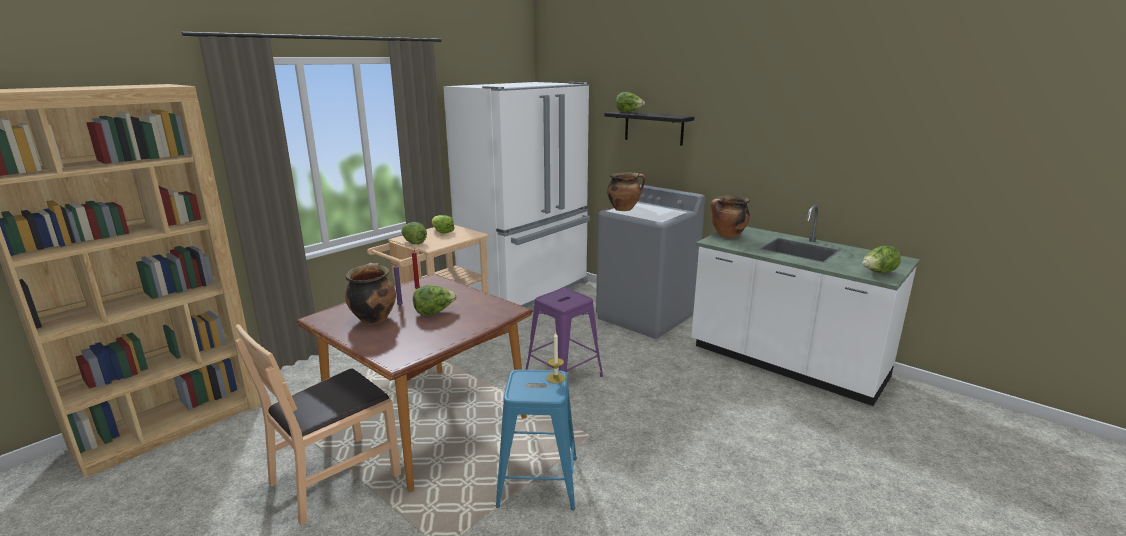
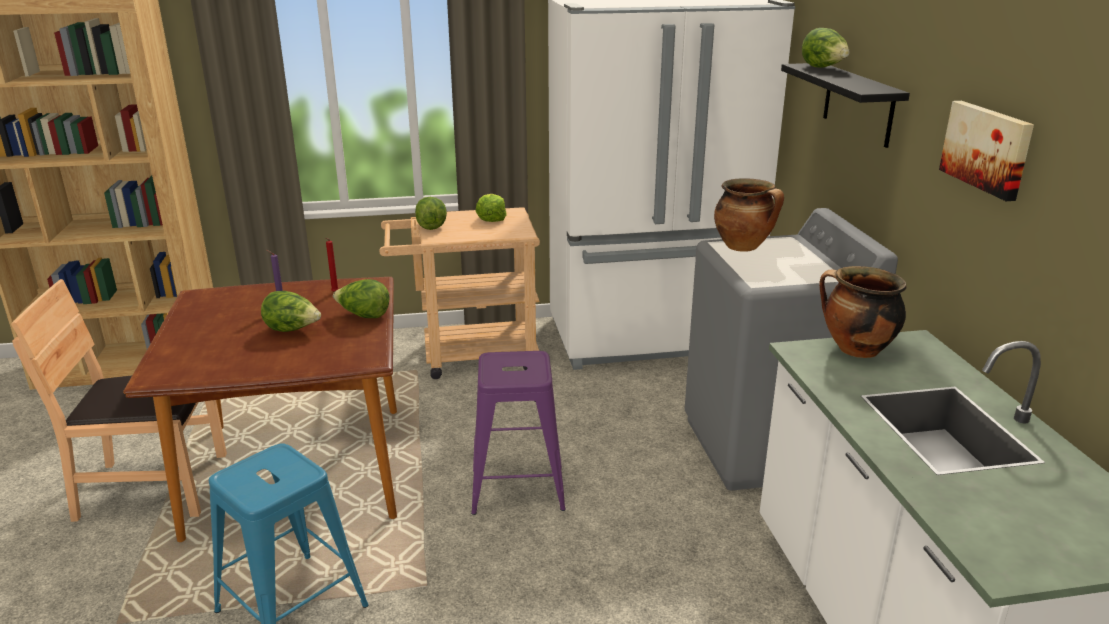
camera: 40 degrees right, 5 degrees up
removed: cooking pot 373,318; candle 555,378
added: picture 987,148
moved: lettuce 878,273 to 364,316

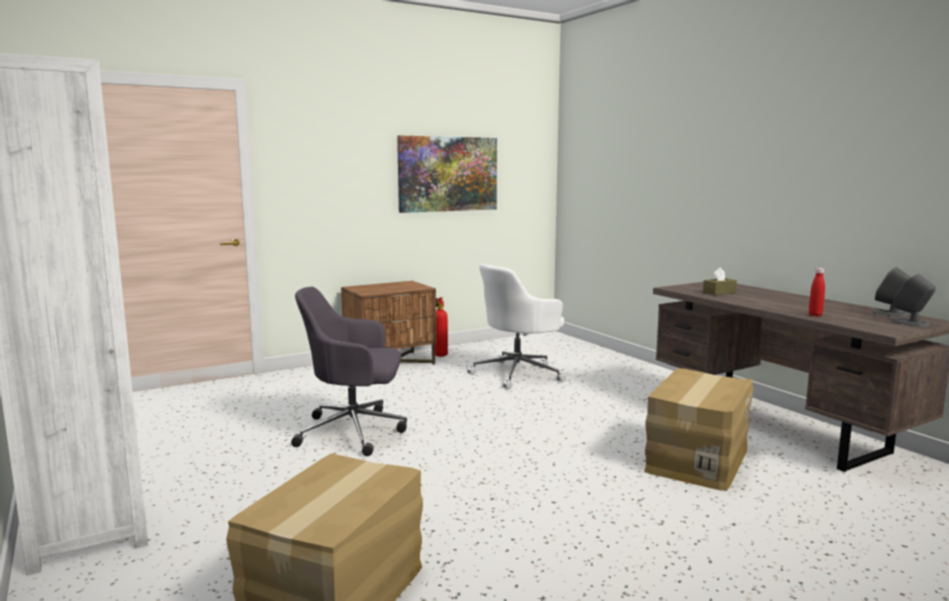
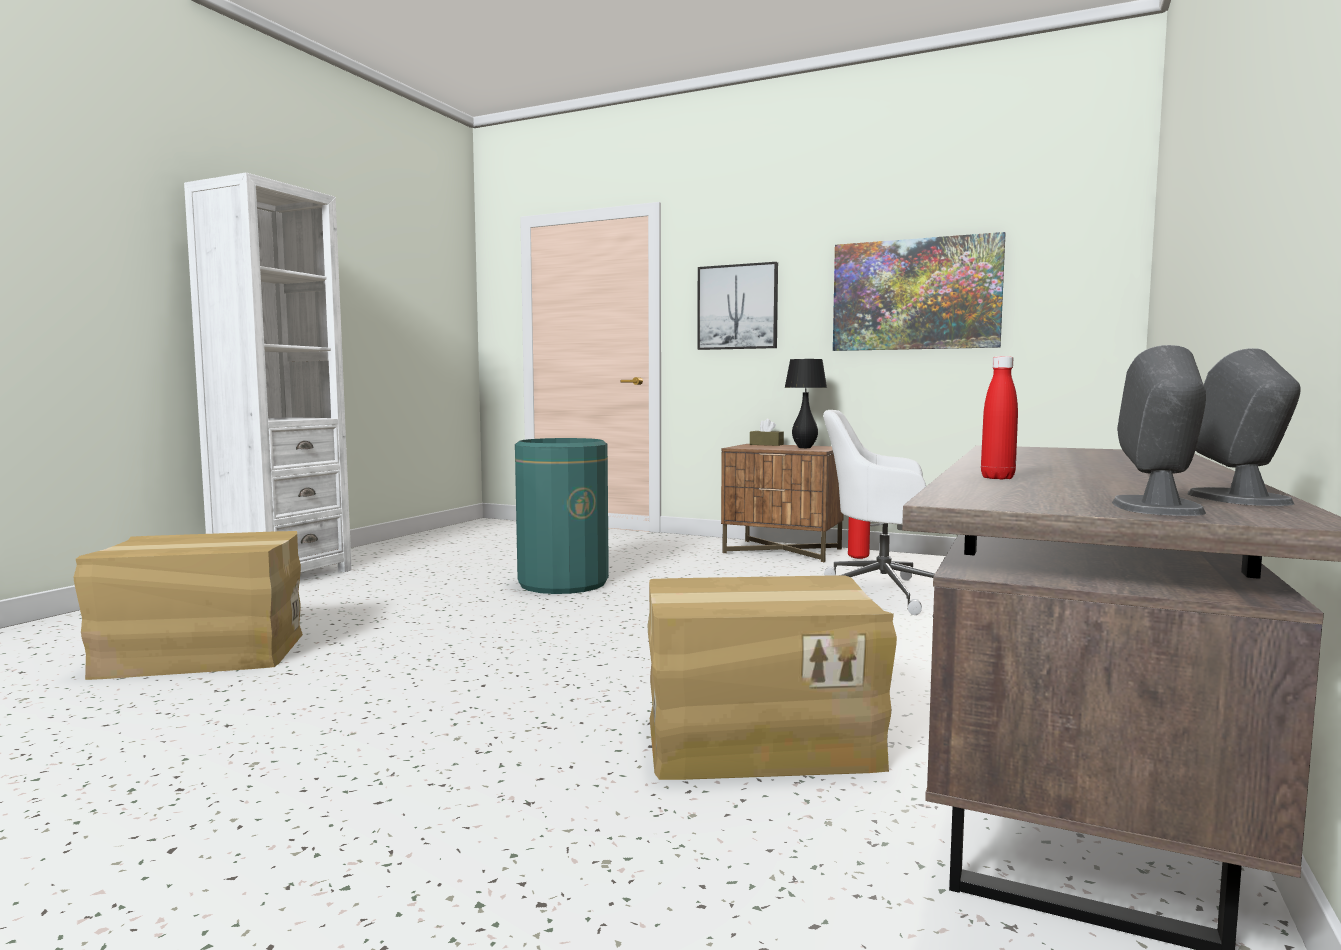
camera: 55 degrees right, 5 degrees down
added: picture 737,307; table lamp (black) 804,448
moved: tissue box (brown) 719,292 to 766,444
replaced: office chair (grey) 354,432 to trash can (green) 563,583

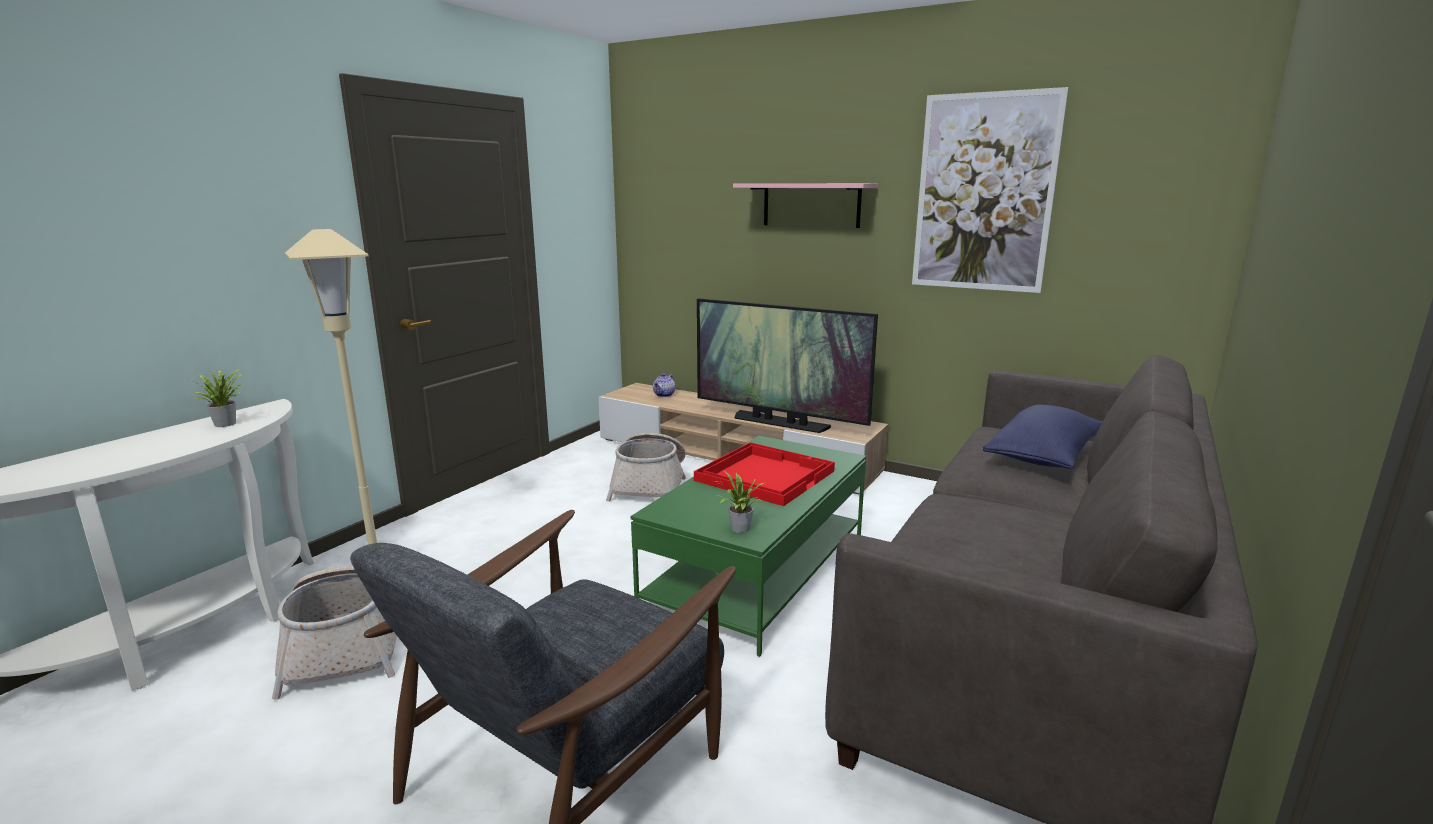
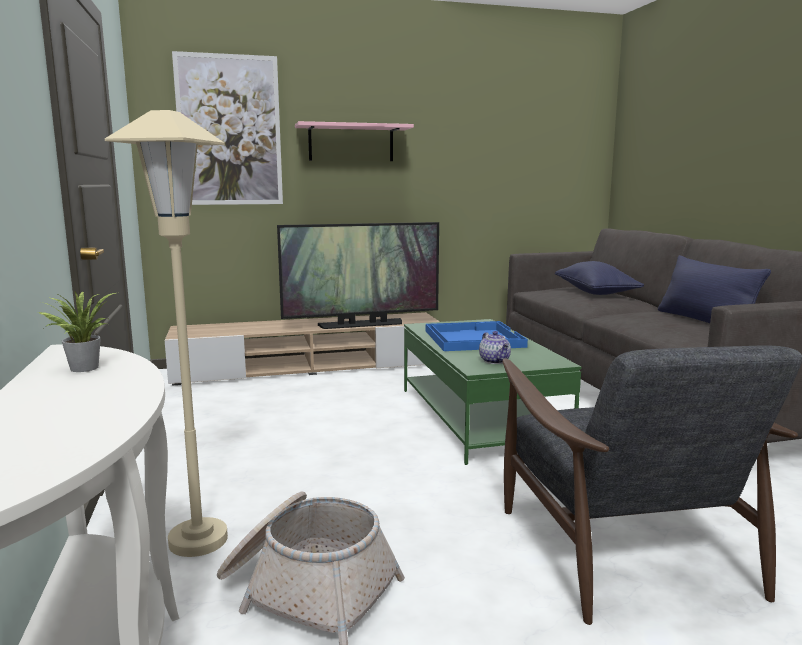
camera: 45 degrees left, 5 degrees down
removed: basket 650,485; potted plant 738,529
added: pillow (blue) 704,321
moved: teapot 664,395 to 495,361; picture 984,193 to 229,131
recoloured: tray (red) 764,475 to tray (blue) 472,338

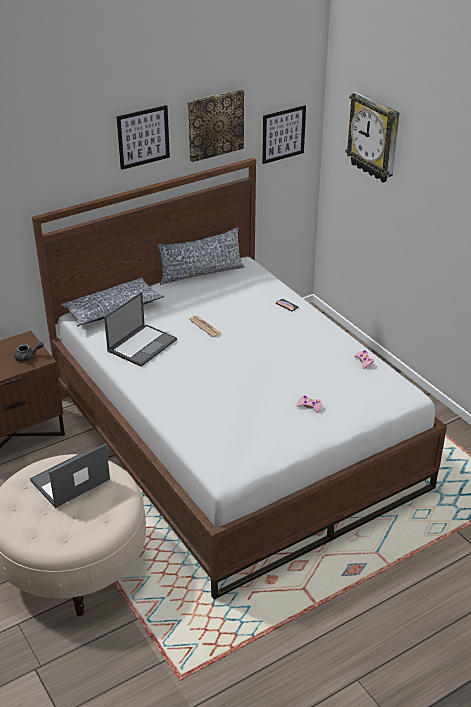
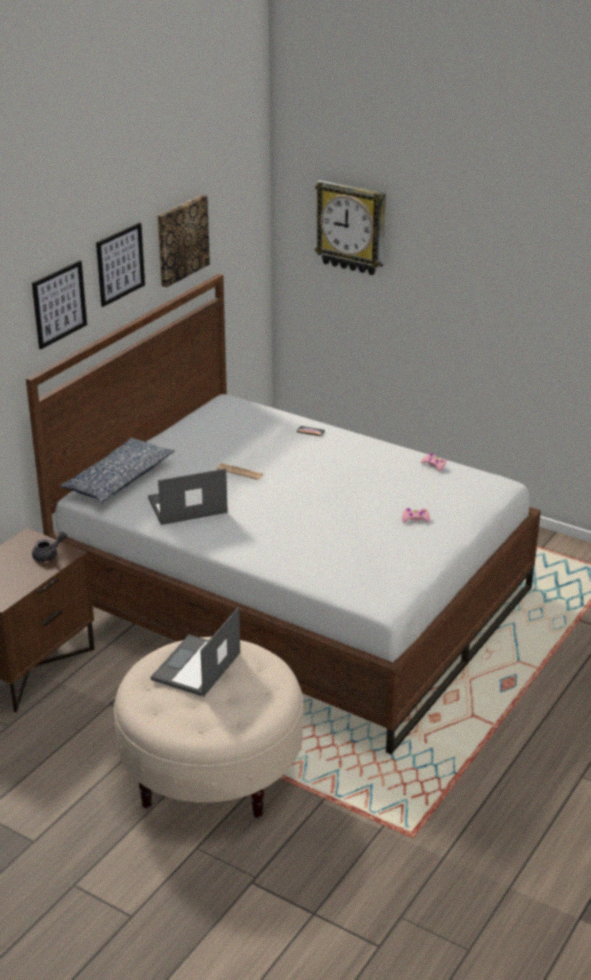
camera: 25 degrees left, 5 degrees down
removed: pillow 200,273
moved: picture 283,134 to 59,304
turned: laptop 142,345 = 186,506 120 degrees counterclockwise

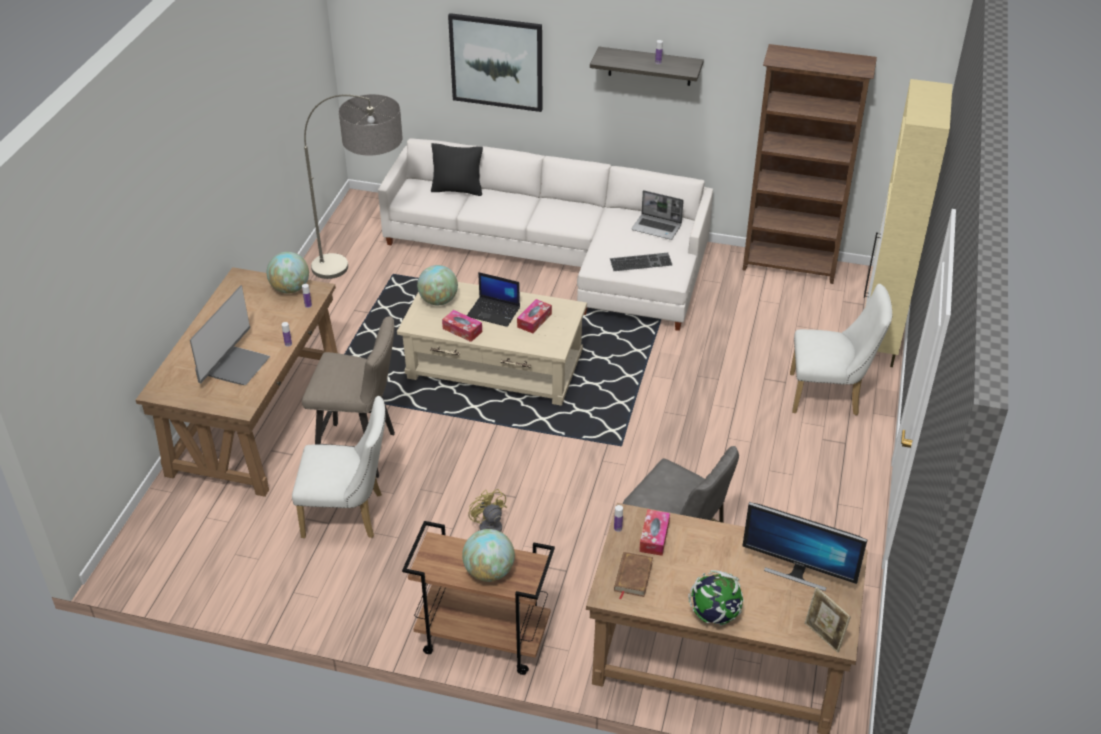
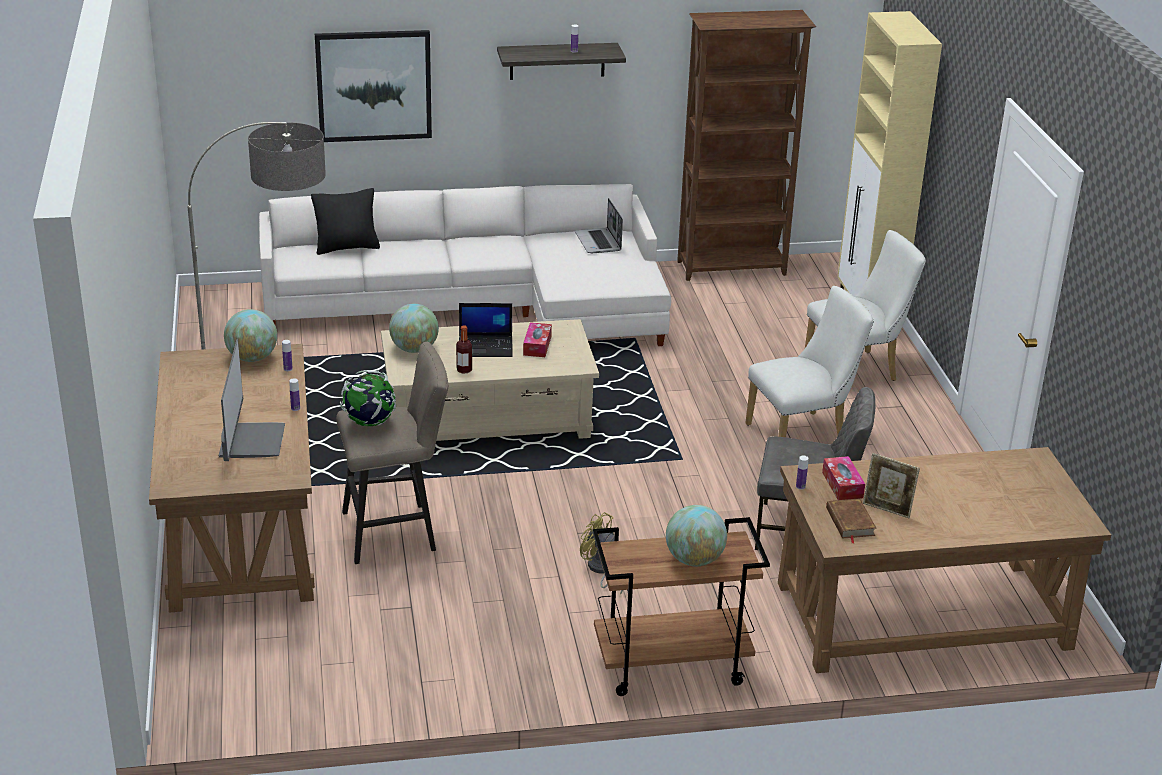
camera: 25 degrees left, 10 degrees down
removed: keyboard 641,261; monitor 797,572
moved: chair (white) 349,515 to 802,434; globe 714,615 to 369,422; picture frame 823,636 to 887,510
replaced: tissue box 462,330 to bottle 464,370
turned: laptop 657,227 = 599,242 75 degrees clockwise

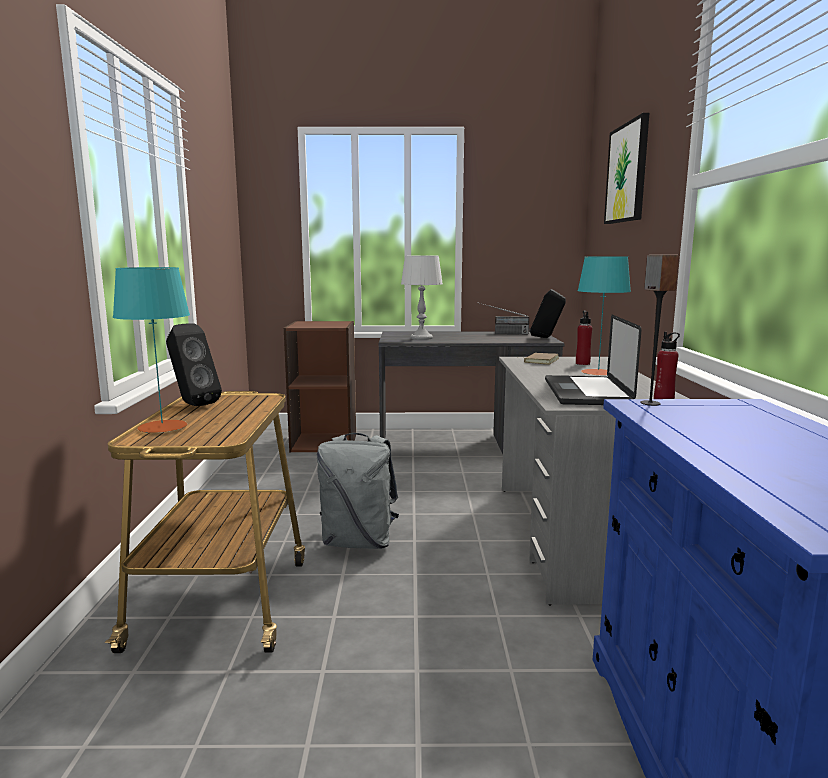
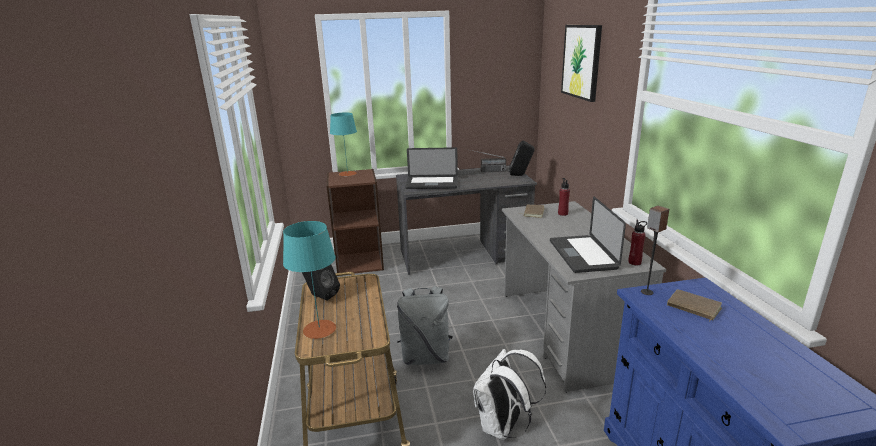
camera: 10 degrees left, 10 degrees up
added: backpack (white) 503,427; book (brown) 693,307
moved: table lamp (turquoise) 598,372 to 347,173
replaced: table lamp (grey) 421,338 to laptop 432,184

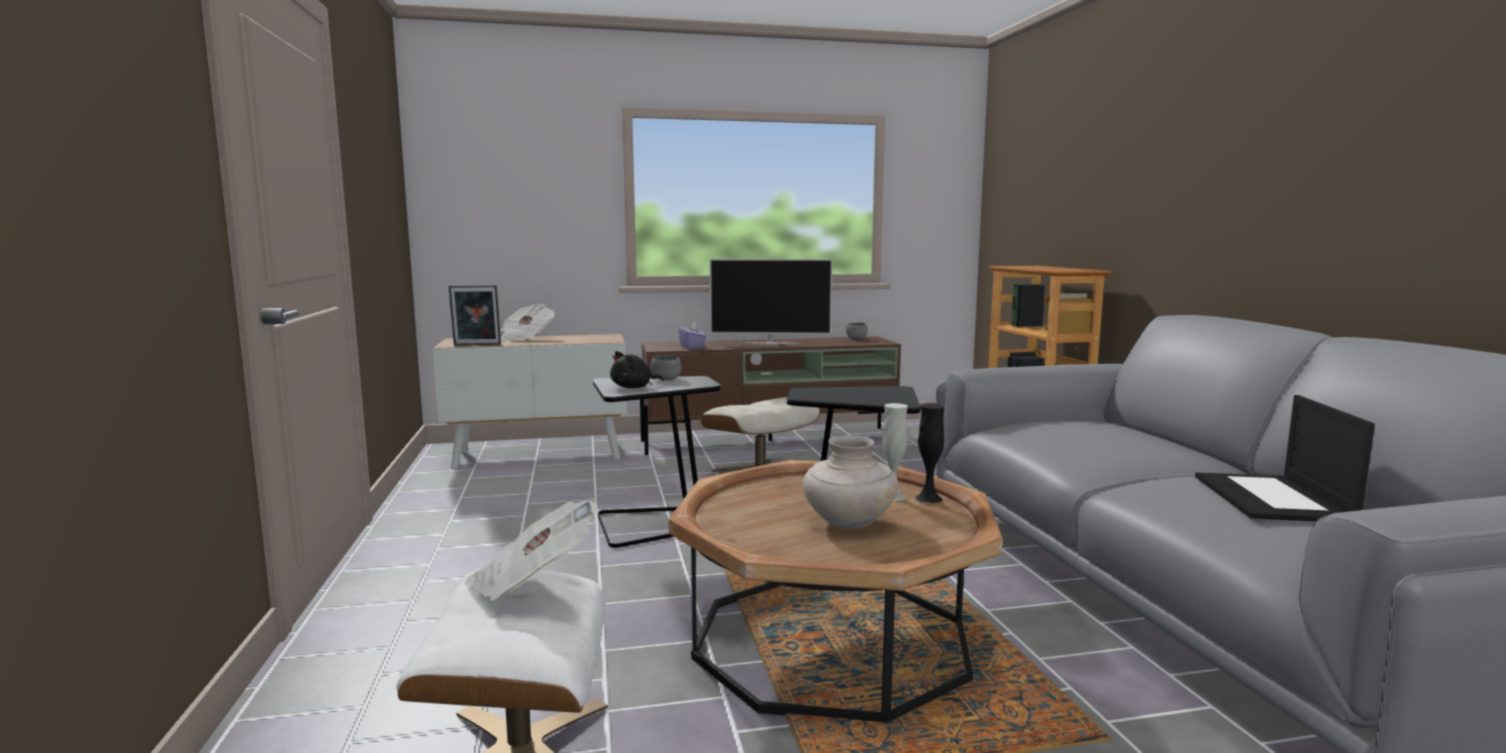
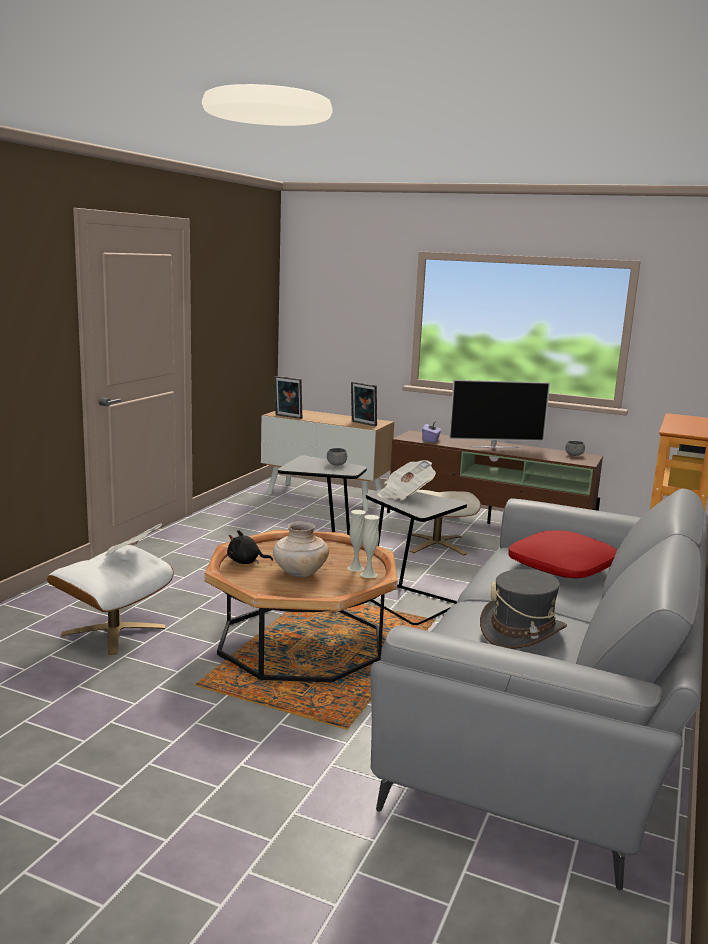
camera: 35 degrees right, 5 degrees up
added: picture frame 362,424; pillow (red) 562,567
moved: newspaper 525,338 to 404,494; plush toy (black) 634,387 to 246,562
replaced: laptop 1273,499 to hat (grey) 522,632
recoloured: vase (black) 928,498 to vase (white) 368,574
turned: television 770,343 = 494,447 45 degrees counterclockwise

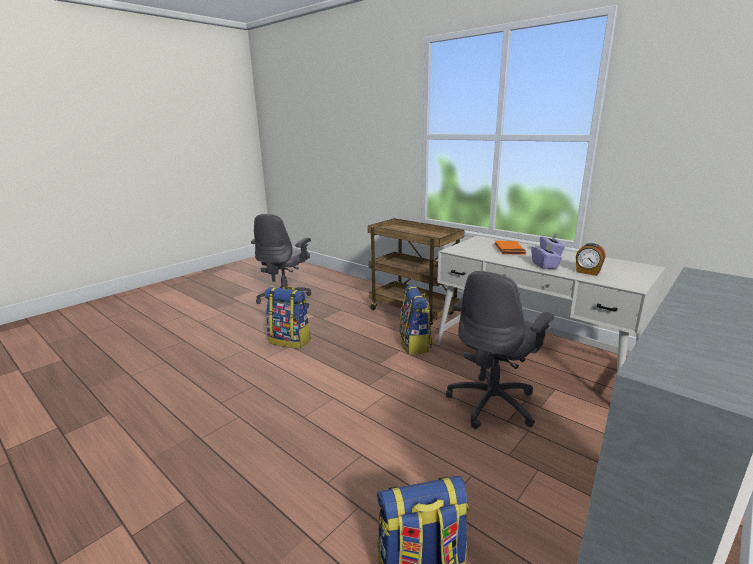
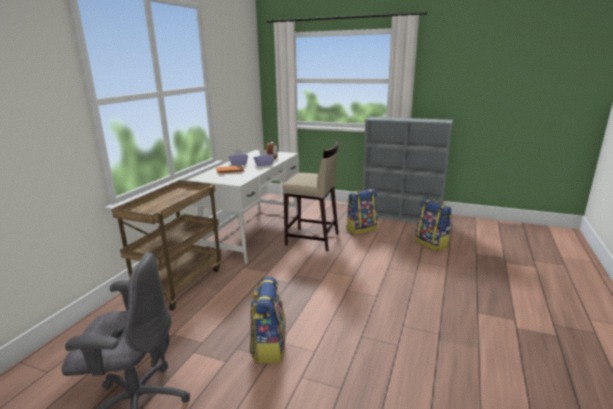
camera: 110 degrees left, 0 degrees up
moved: backpack 415,344 to 361,229
replaced: office chair (grey) 493,403 to stool (beige) 312,239

